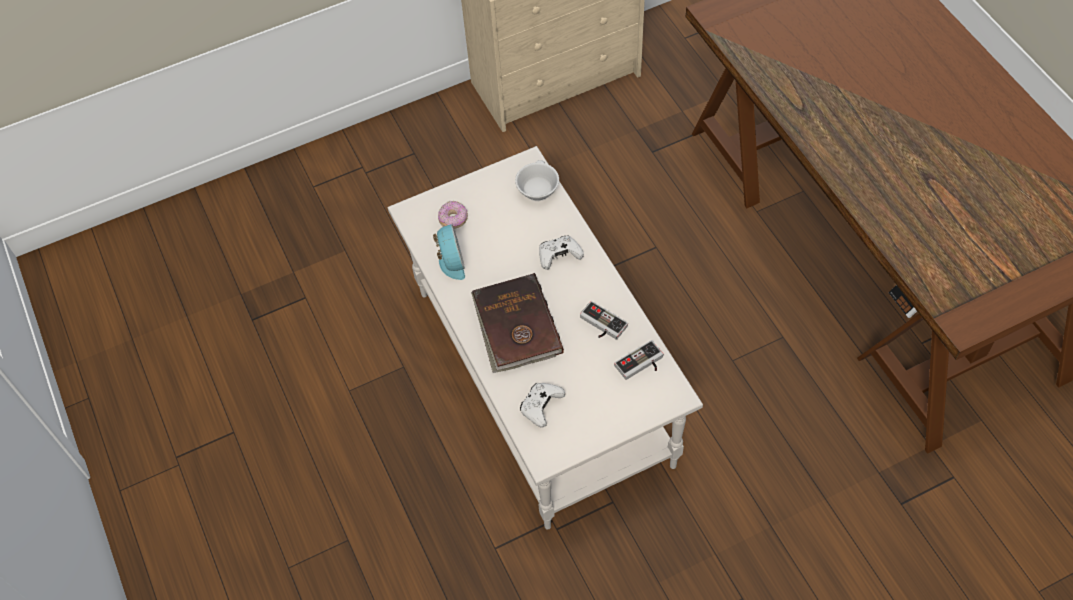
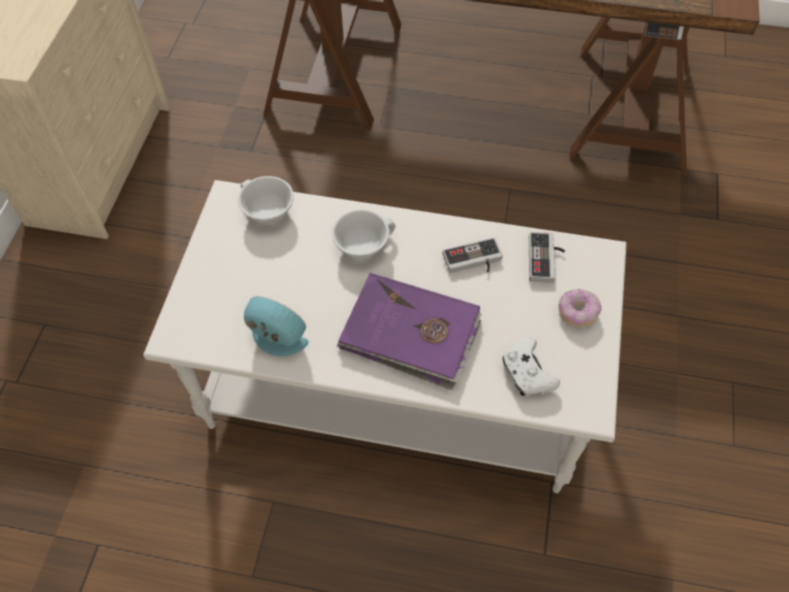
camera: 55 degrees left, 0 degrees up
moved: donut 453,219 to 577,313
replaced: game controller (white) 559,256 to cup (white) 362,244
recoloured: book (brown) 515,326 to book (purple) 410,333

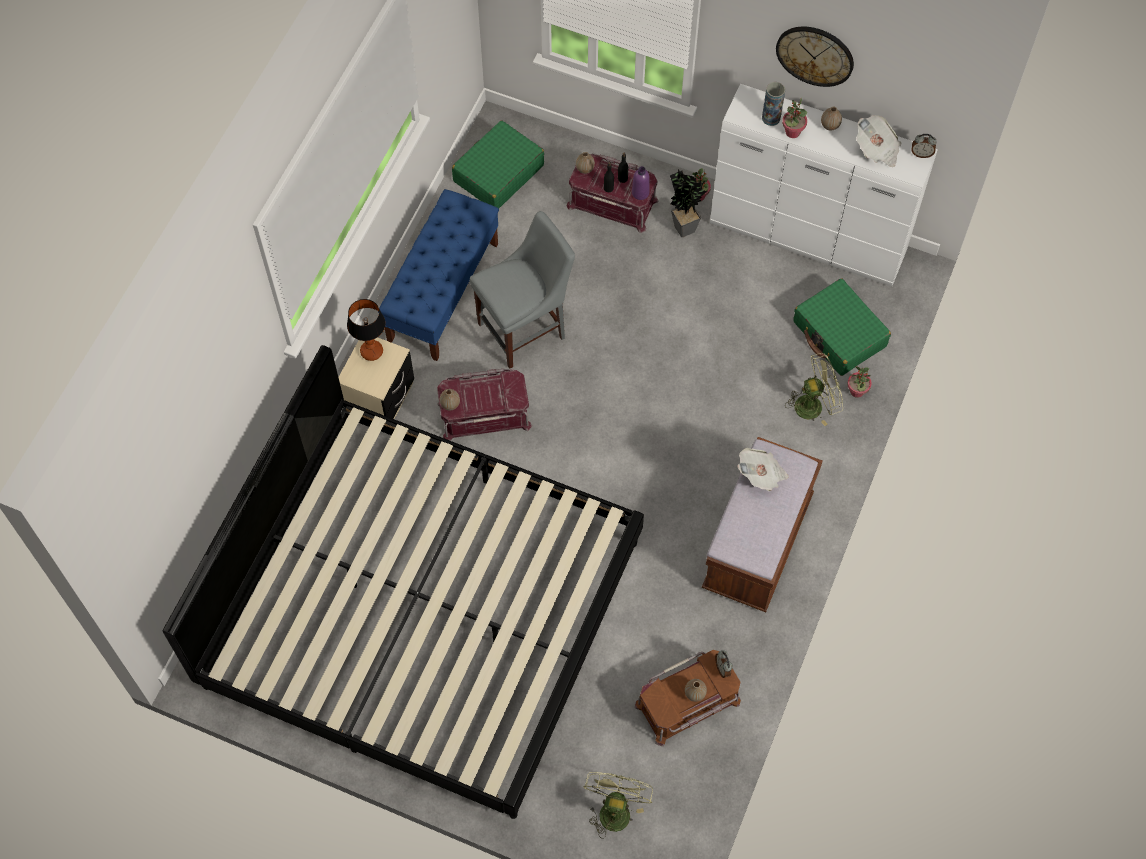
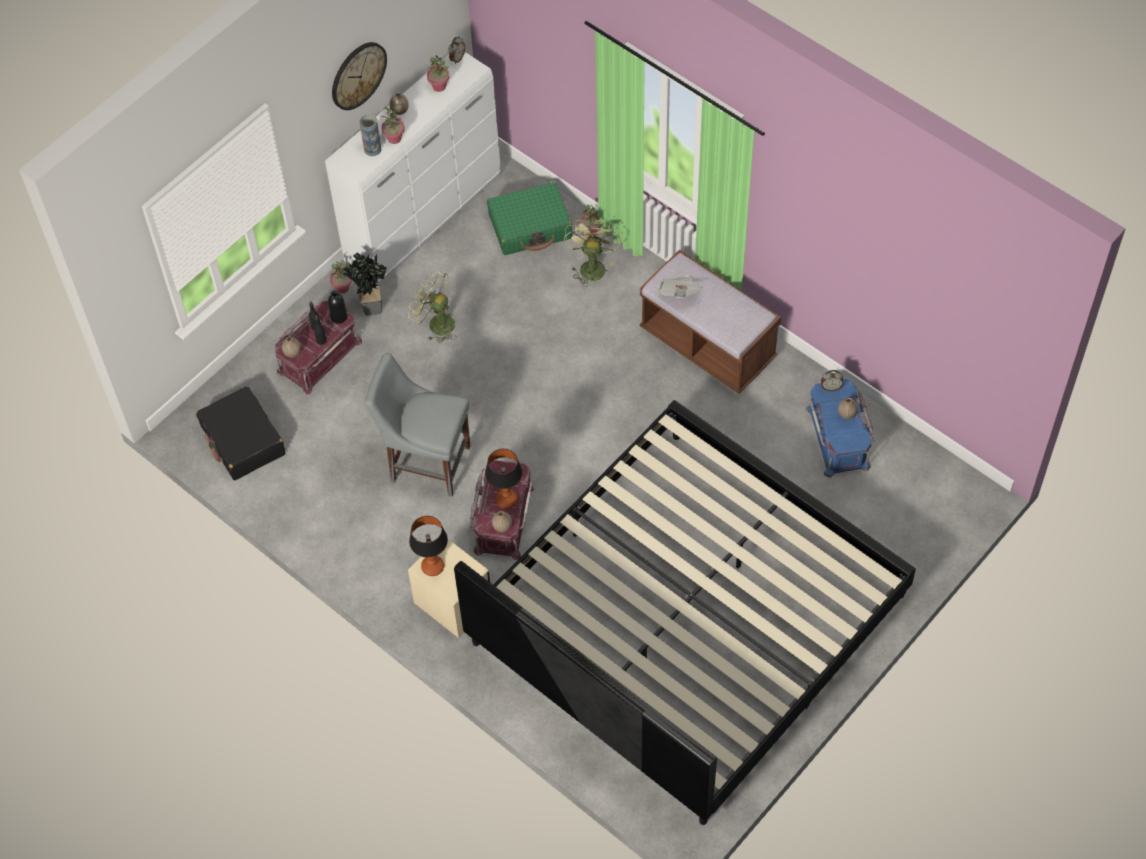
camera: 70 degrees left, 5 degrees down
removed: bench (blue) 443,292
added: table lamp 505,500
moved: fan (green) 614,808 to 436,323
replaced: newspaper 877,149 to potted plant 439,86
recoloured: suitcase (green) 498,173 to suitcase (black) 243,441; bottle (purple) 640,193 to bottle (black) 339,316; storage box (brown) 688,704 to storage box (blue) 839,437
turned: chair (grey) 525,329 = 426,462 60 degrees counterclockwise

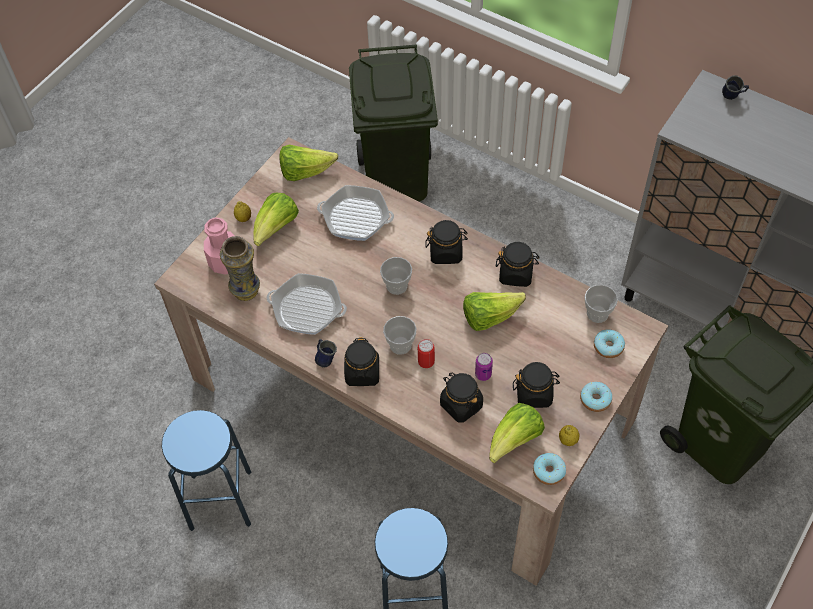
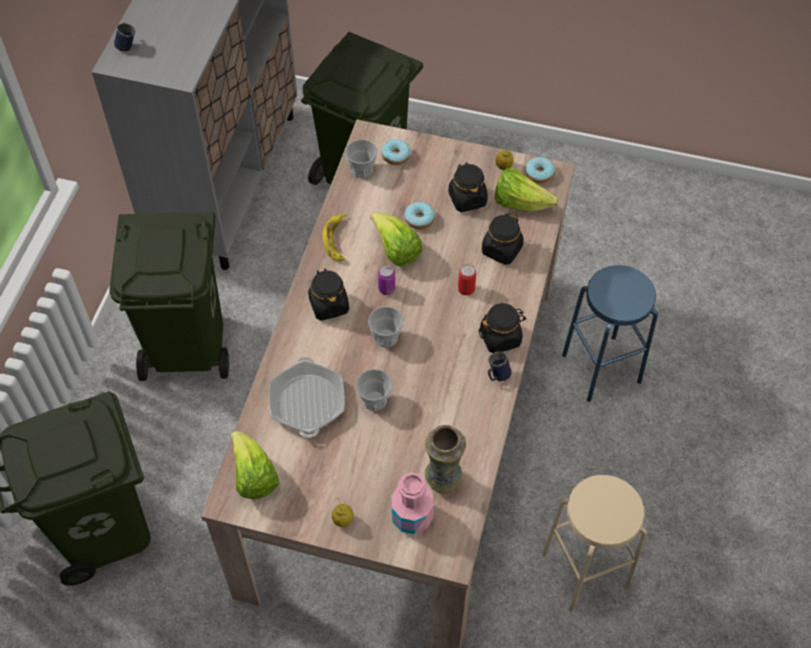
camera: 110 degrees left, 0 degrees up
removed: lettuce 276,228; frying pan 307,308
added: trash can (green) 189,344
moved: cup 400,345 to 374,400; can 483,374 to 386,289; donut 595,399 to 419,219
replaced: jar (black) 516,274 to banana 337,240
recoloured: stool (blue) 220,500 to stool (beige) 585,570

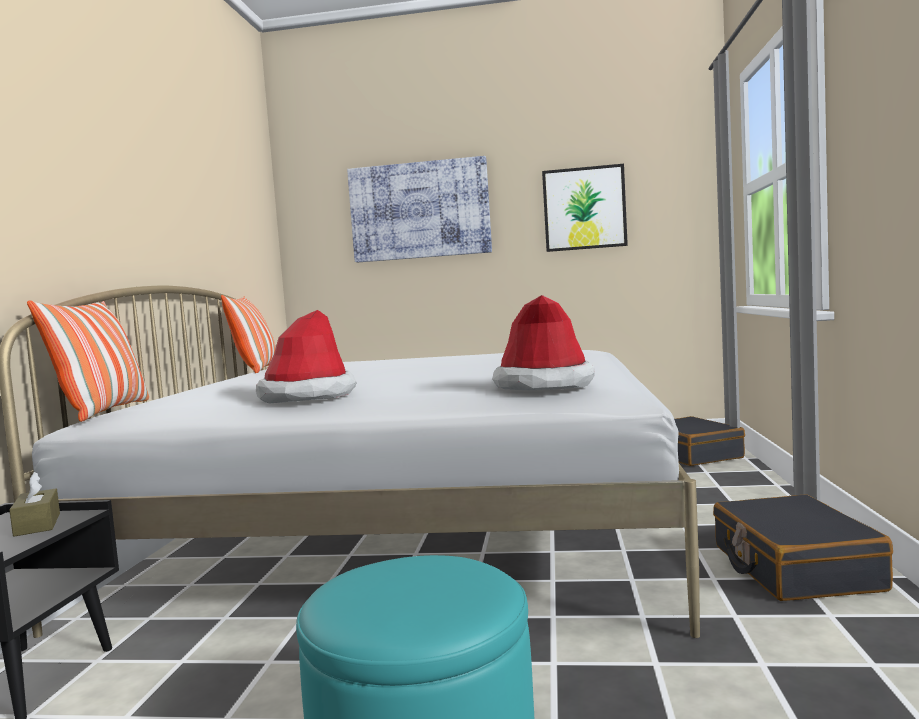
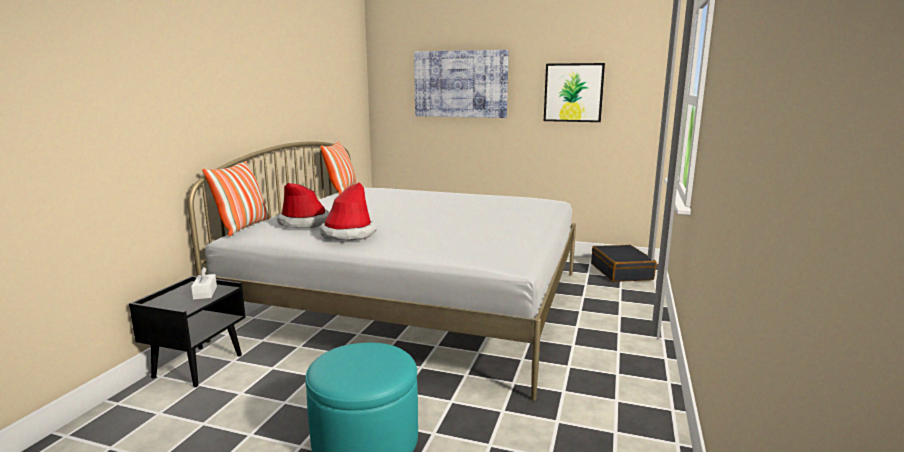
camera: 10 degrees right, 10 degrees up
removed: suitcase (black) 794,568
moved: hat 544,385 to 304,223
recoloured: tissue box (brown) 37,524 to tissue box (white) 205,292

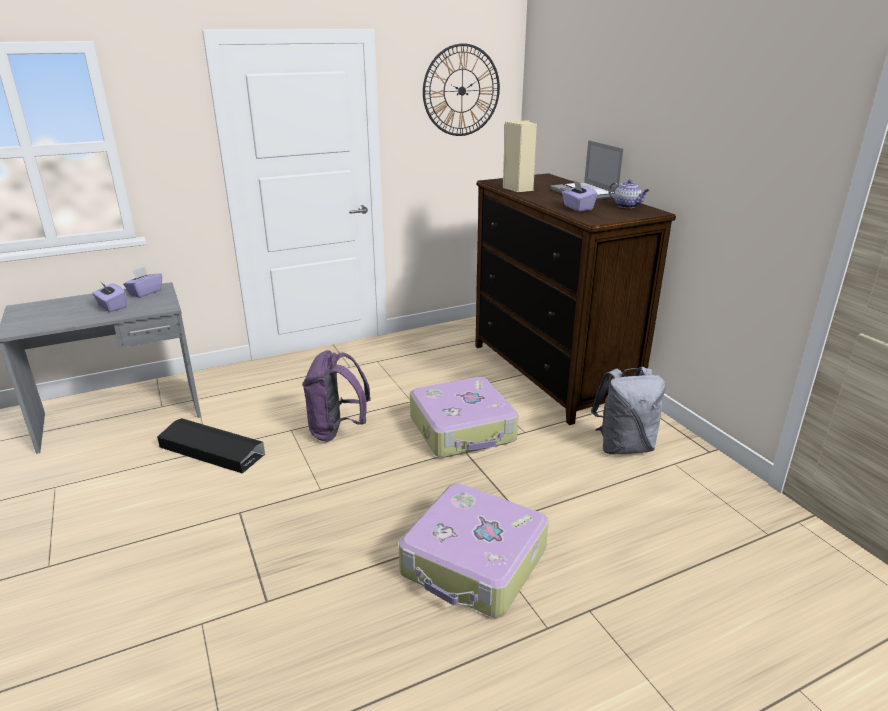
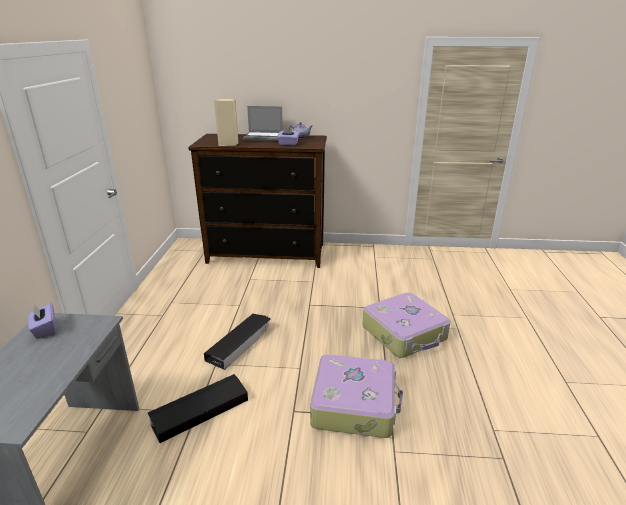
camera: 60 degrees left, 0 degrees up
removed: tissue box (purple) 112,307; wall clock 461,91; backpack (grey) 623,446
moved: suitcase 463,429 to 354,404
replaced: backpack (purple) 337,431 to storage box (black) 240,343

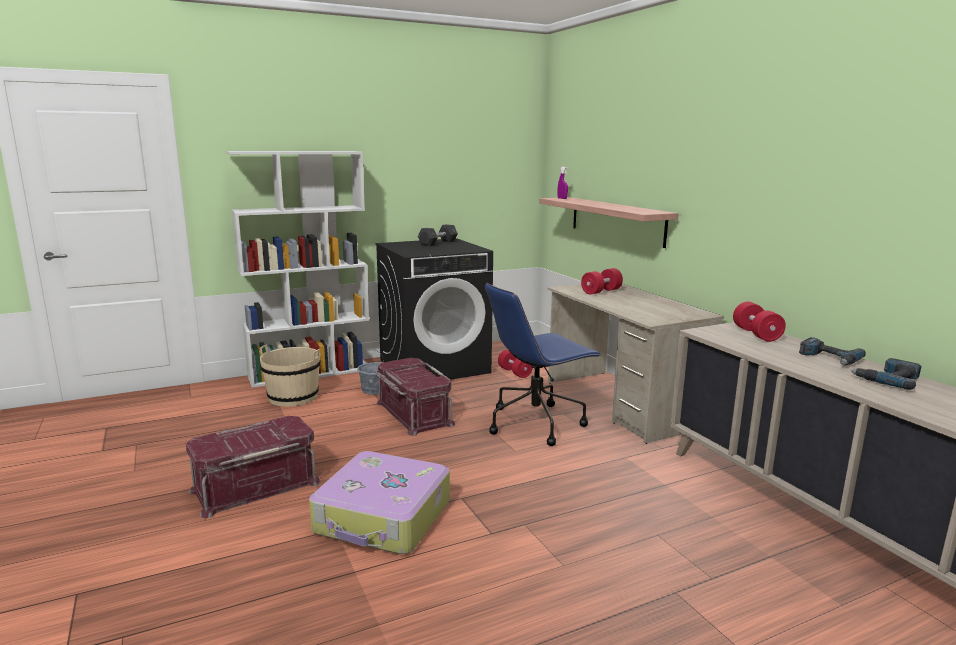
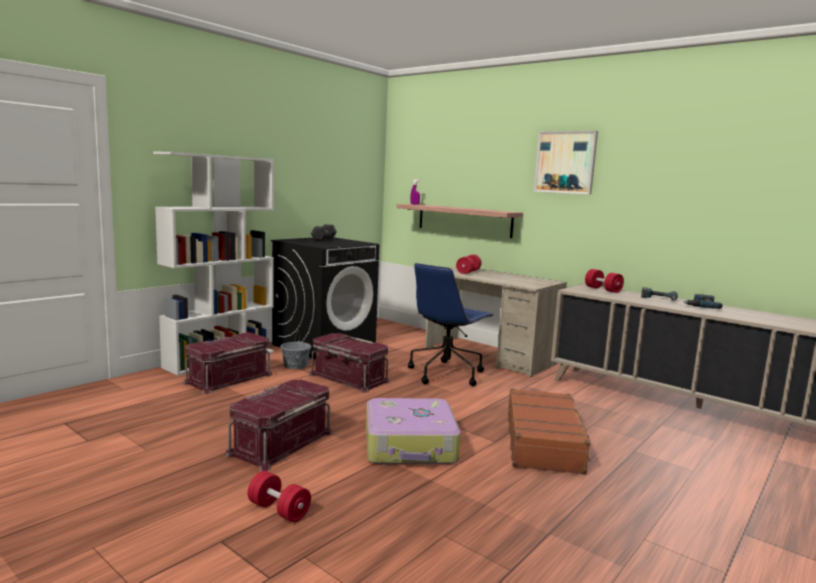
camera: 25 degrees left, 5 degrees down
added: suitcase (brown) 543,442; picture 565,162
moved: dumbbell (red) 514,372 to 279,510
replaced: bucket (beige) 293,397 to storage box (red) 228,378

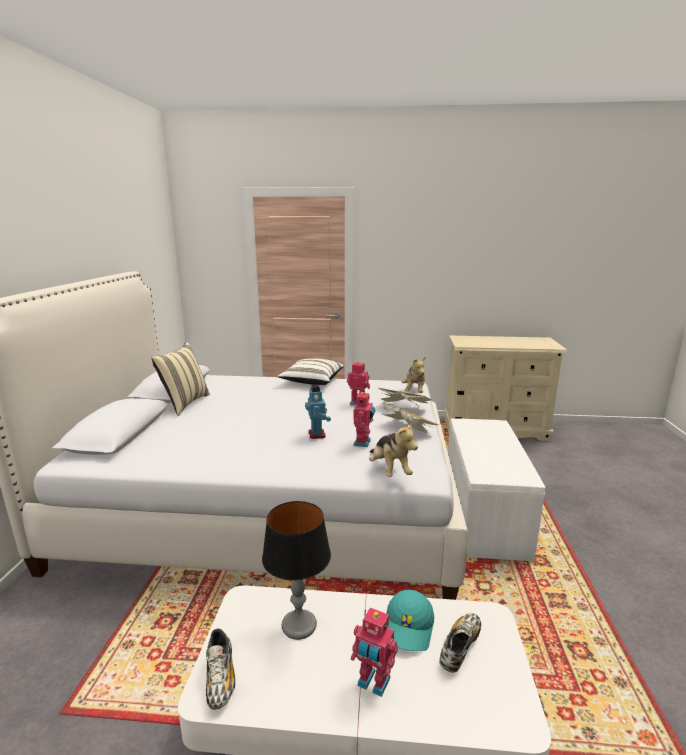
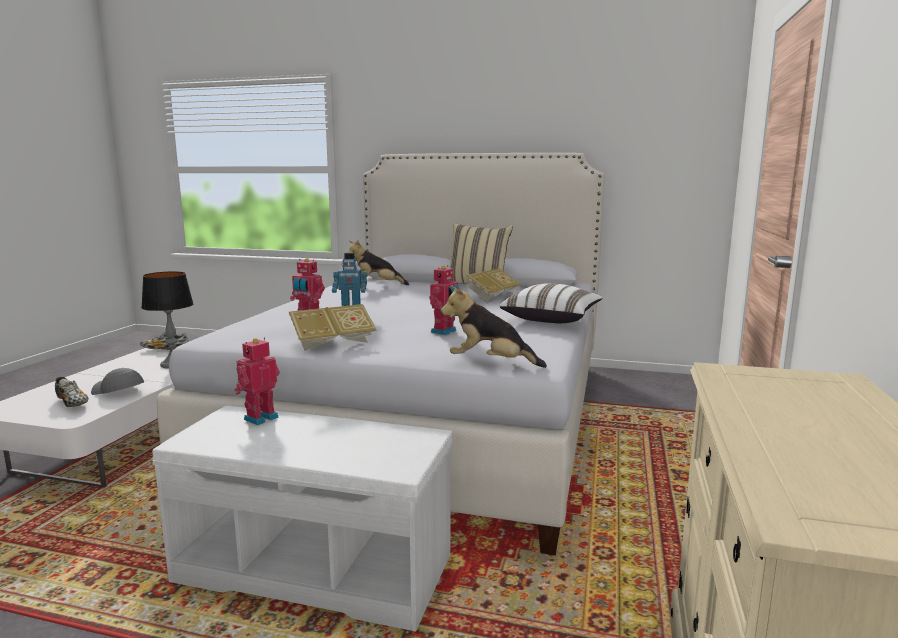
camera: 100 degrees right, 5 degrees down
moved: toy robot 373,683 to 259,418; plush toy 389,470 to 376,286; book 403,408 to 492,296
recoloured: cap (turquoise) 408,628 to cap (grey) 117,391

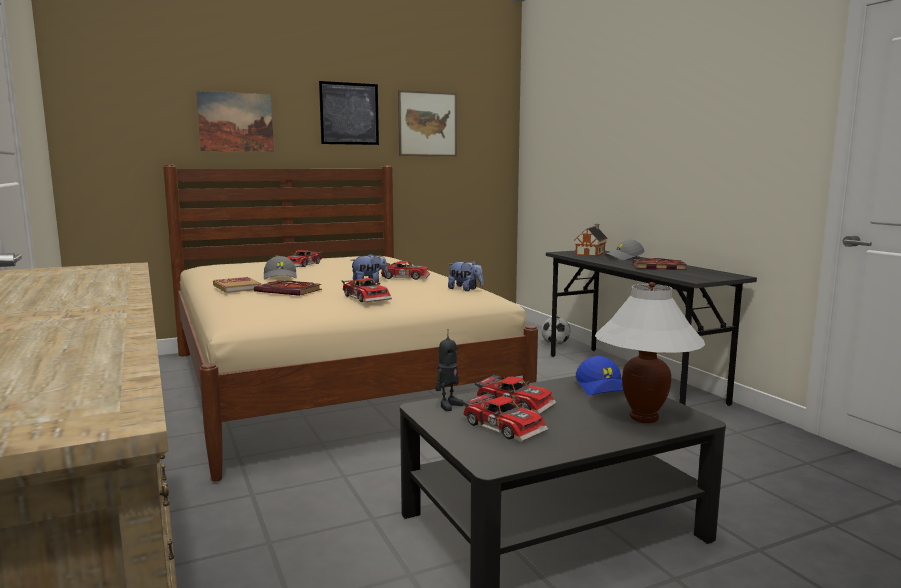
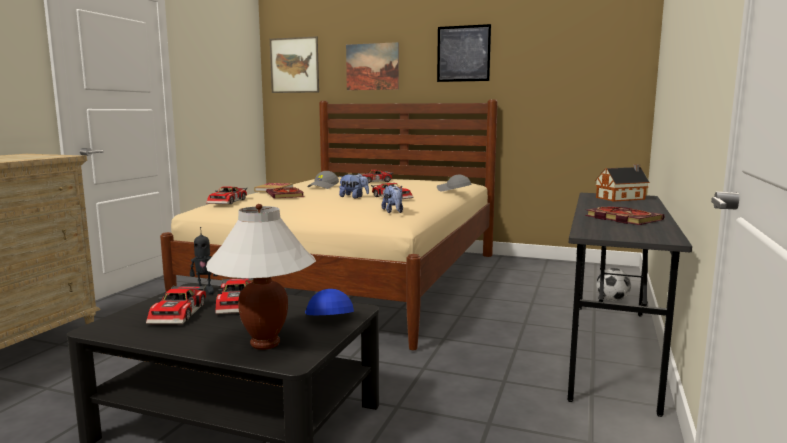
camera: 45 degrees right, 0 degrees up
moved: toy car 367,297 to 229,202; picture 427,124 to 294,65; cap (grey) 624,257 to 453,190
turned: cap (blue) 603,387 = 328,315 135 degrees clockwise

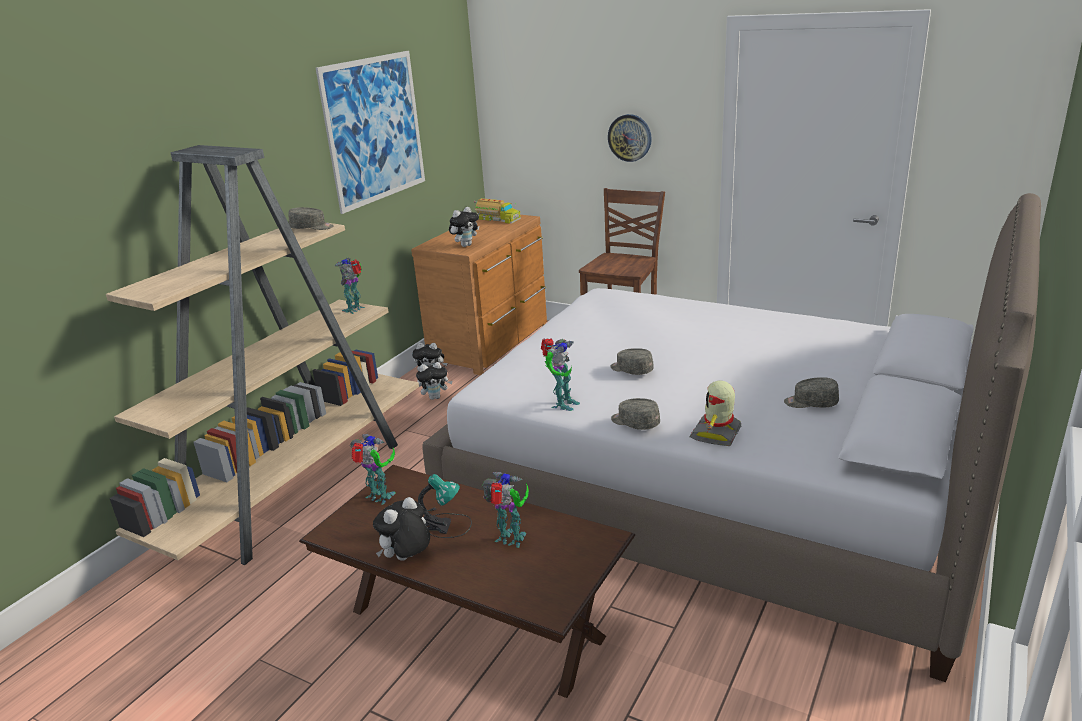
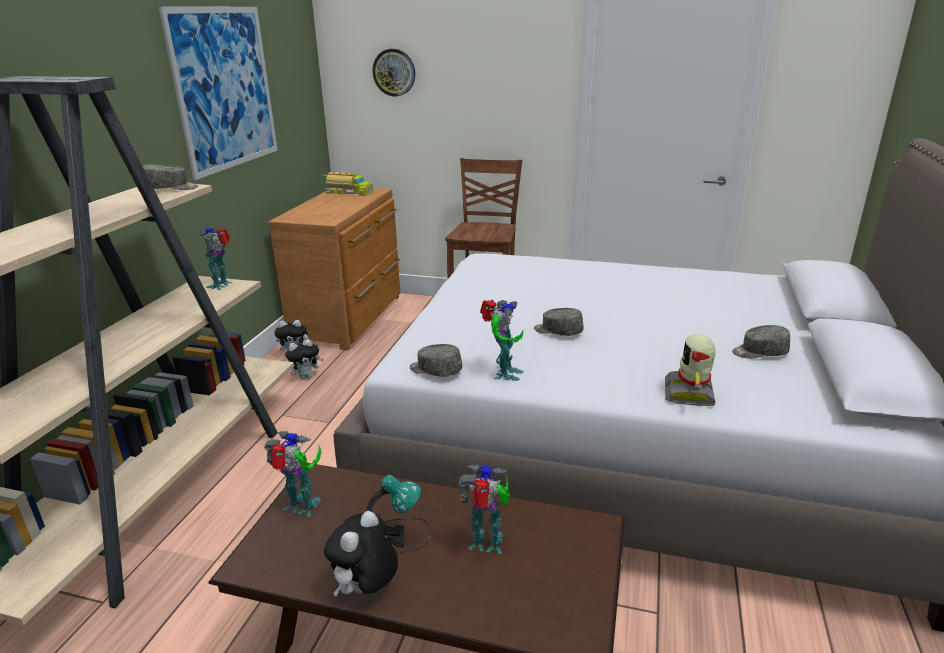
camera: 15 degrees left, 0 degrees up
removed: plush toy 465,245
moved: wall clock 630,137 to 394,72; cap (grey) 634,423 to 435,370

